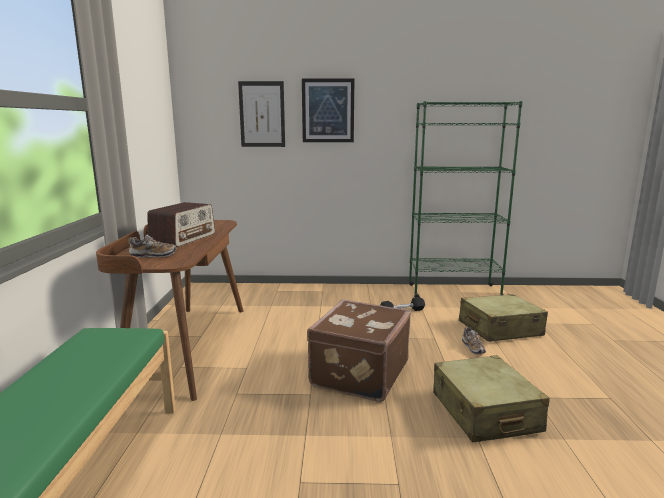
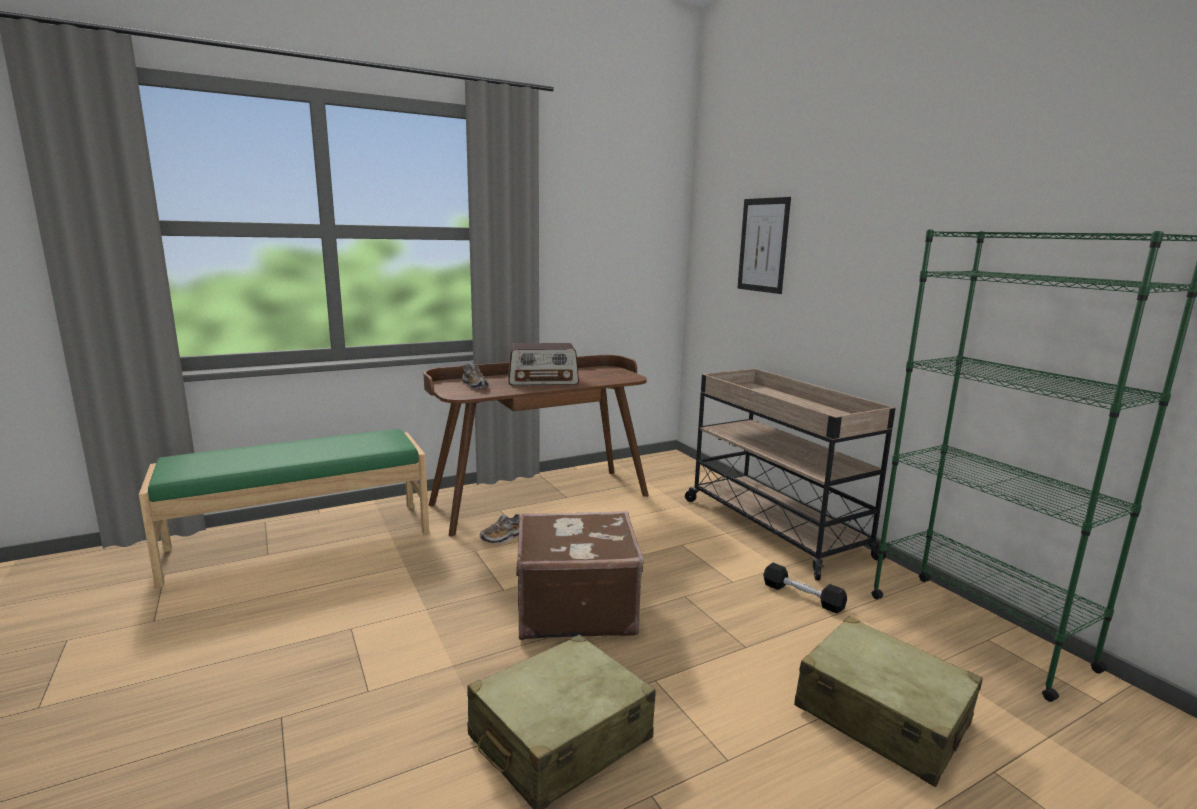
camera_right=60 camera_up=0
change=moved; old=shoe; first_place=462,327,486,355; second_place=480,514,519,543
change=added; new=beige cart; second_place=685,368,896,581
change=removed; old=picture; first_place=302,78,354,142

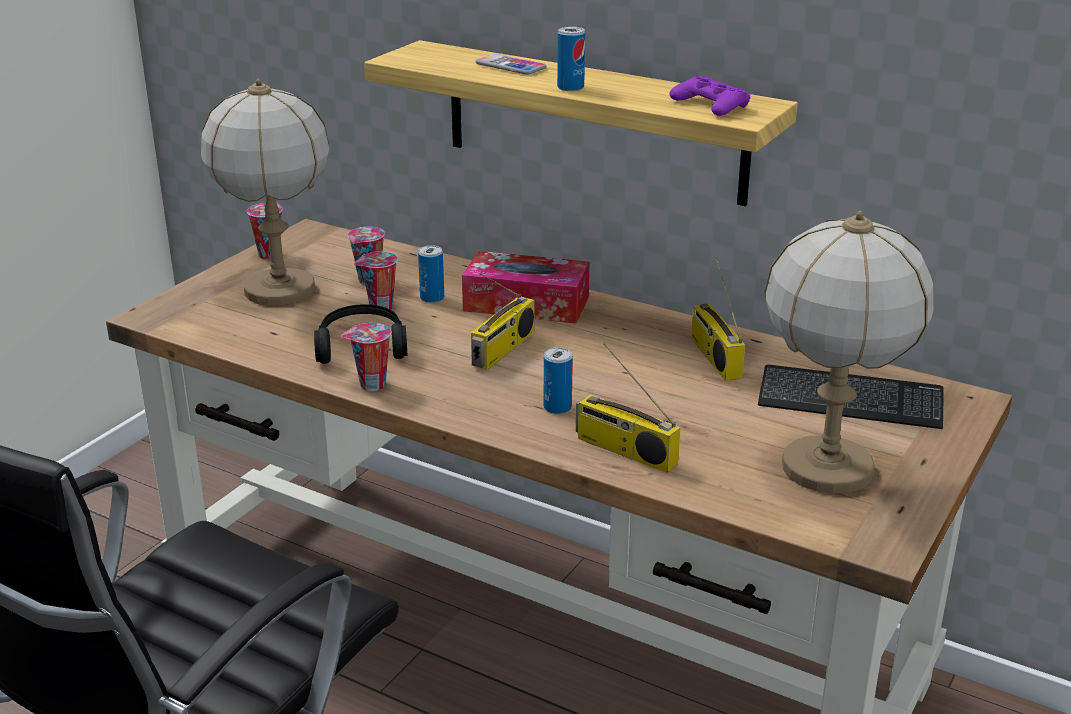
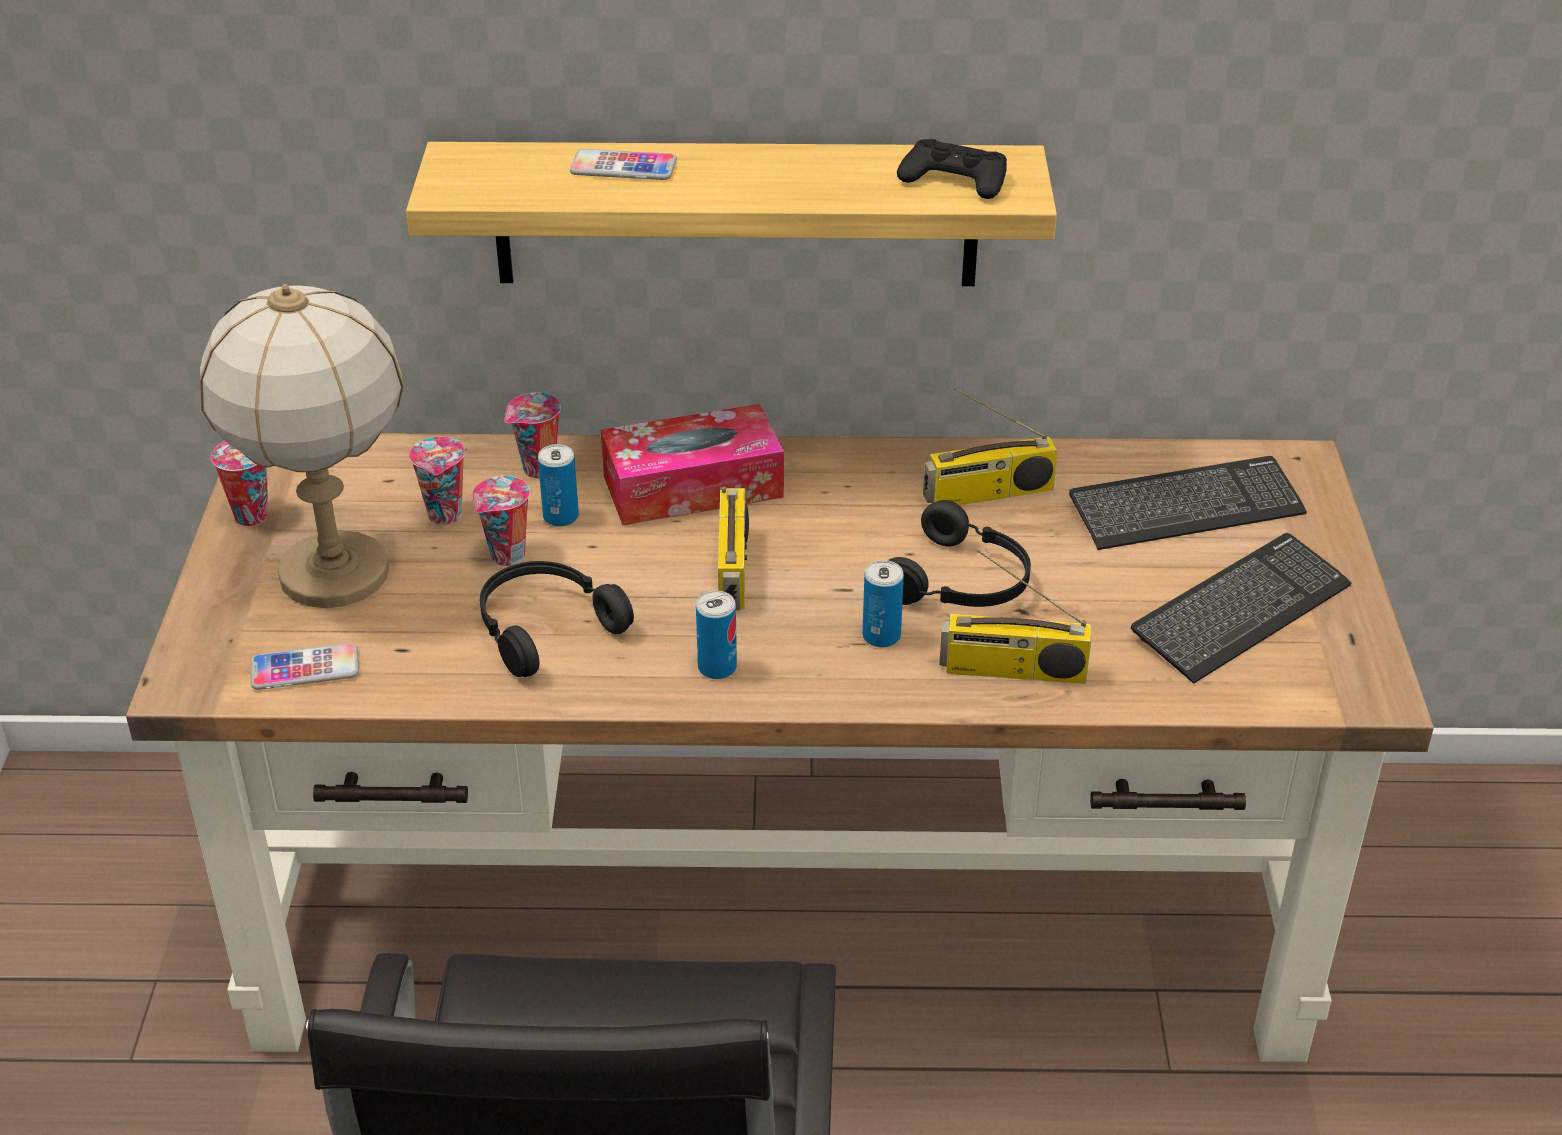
camera_right=-30 camera_up=10
change=added; new=phone; second_place=251,643,359,690
change=moved; old=cup; first_place=341,323,391,391; second_place=504,393,561,478
change=moved; old=can; first_place=557,26,585,91; second_place=696,591,737,679
change=added; new=black headphones; second_place=888,500,1031,607
change=recoloured; old=purple game controller; new=black game controller; first_place=670,76,750,116; second_place=897,139,1007,199
change=turned; old=radio; first_place=691,257,745,381; second_place=923,388,1058,505; degrees=-60
change=replaced; old=table lamp; new=keyboard; first_place=764,211,933,494; second_place=1131,533,1352,684

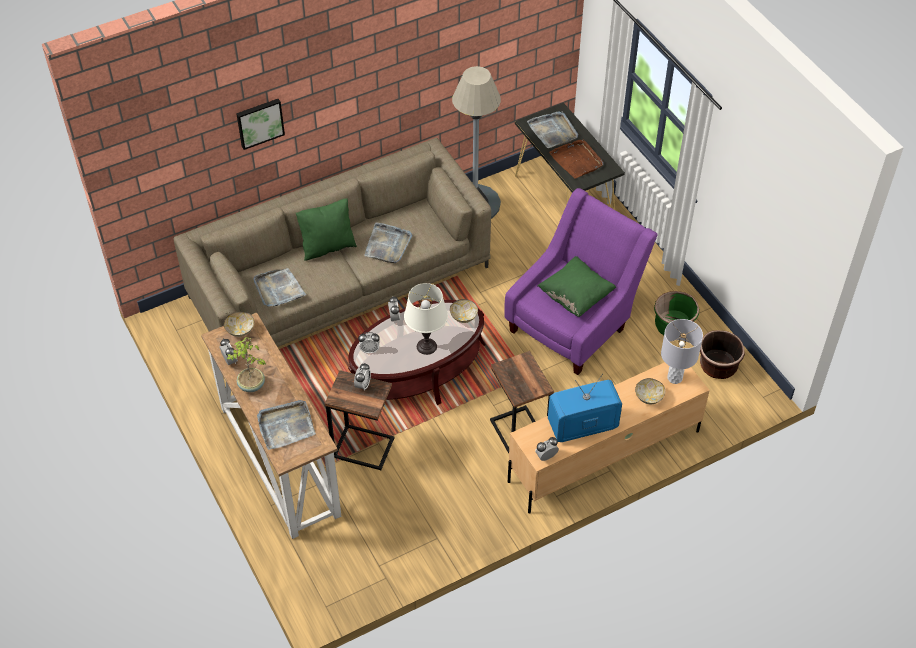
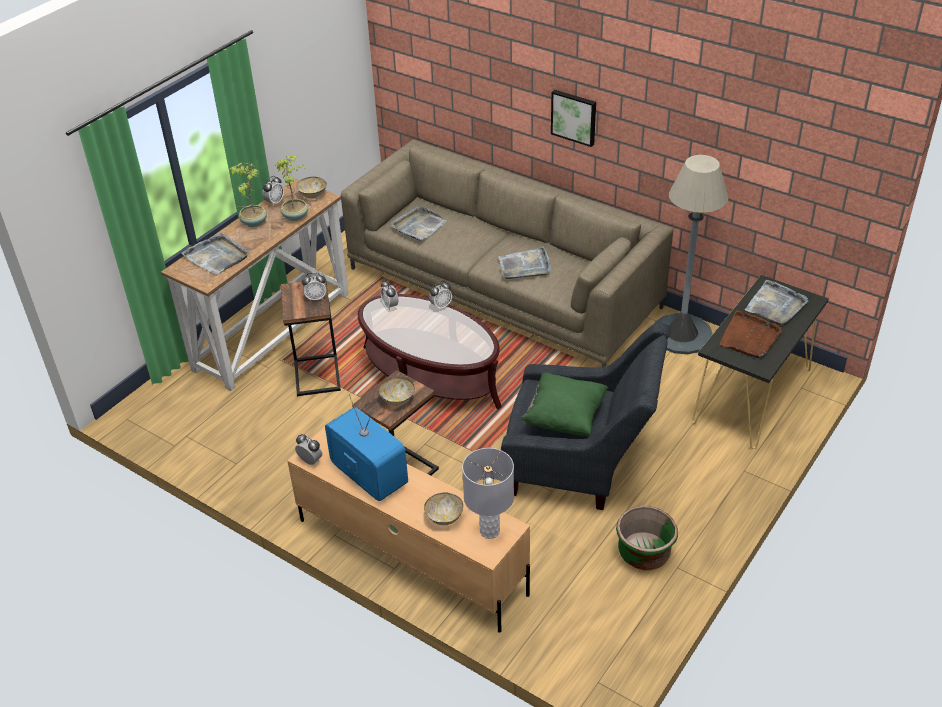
camera_right=65 camera_up=-10
change=added; new=potted plant; second_place=275,155,308,221
change=moved; old=bowl; first_place=450,299,478,323; second_place=379,377,415,406
change=recoloured; old=purple armchair; new=grey armchair; first_place=504,188,658,375; second_place=501,323,670,510
change=moved; old=picture; first_place=236,99,285,150; second_place=551,90,596,147
change=removed; old=green pillow; first_place=296,199,357,261
change=removed; old=white table lamp; first_place=404,283,448,355
change=removed; old=brown planter; first_place=700,330,745,379

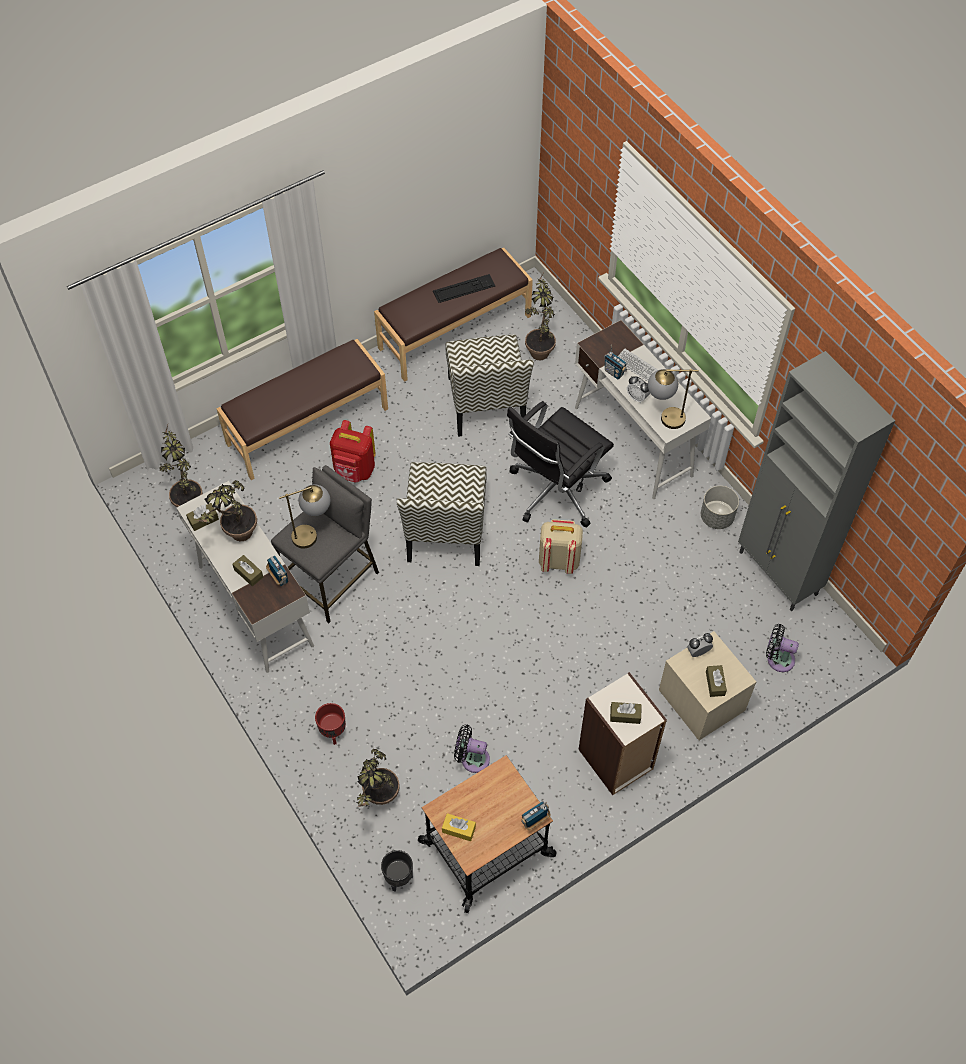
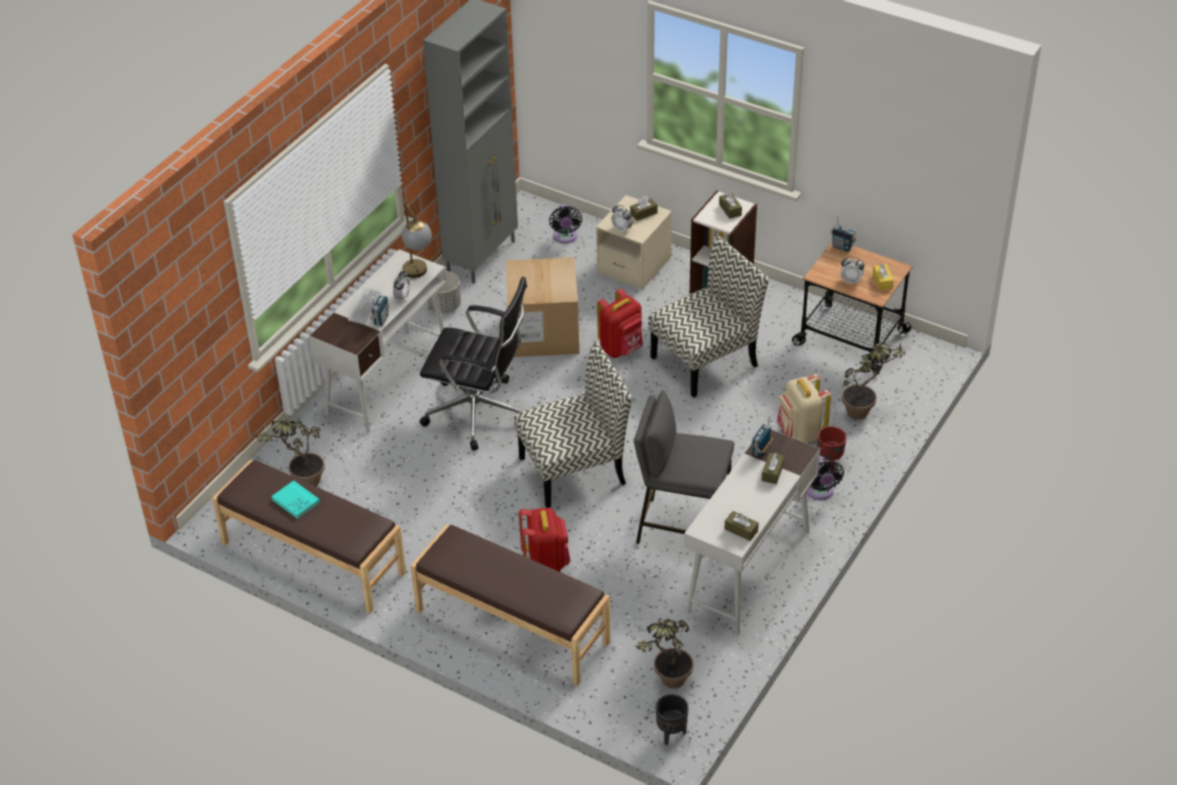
camera_right=-115 camera_up=-15
change=replaced; old=keyboard; new=turquoise book; first_place=433,274,495,303; second_place=271,481,320,519
change=added; new=cardboard box; second_place=506,257,579,357
change=added; new=red backpack; second_place=597,289,643,358
change=moved; old=chair; first_place=445,334,534,437; second_place=648,236,769,398
change=moved; old=black planter; first_place=381,850,413,891; second_place=656,694,689,745
change=moved; old=beige backpack; first_place=539,519,583,574; second_place=777,374,831,443
change=moved; old=black fan; first_place=454,725,490,773; second_place=806,456,844,500
change=added; new=alarm clock; second_place=840,256,864,284
change=removed; old=potted plant; first_place=196,480,257,541
change=removed; old=table lamp; first_place=279,484,330,548

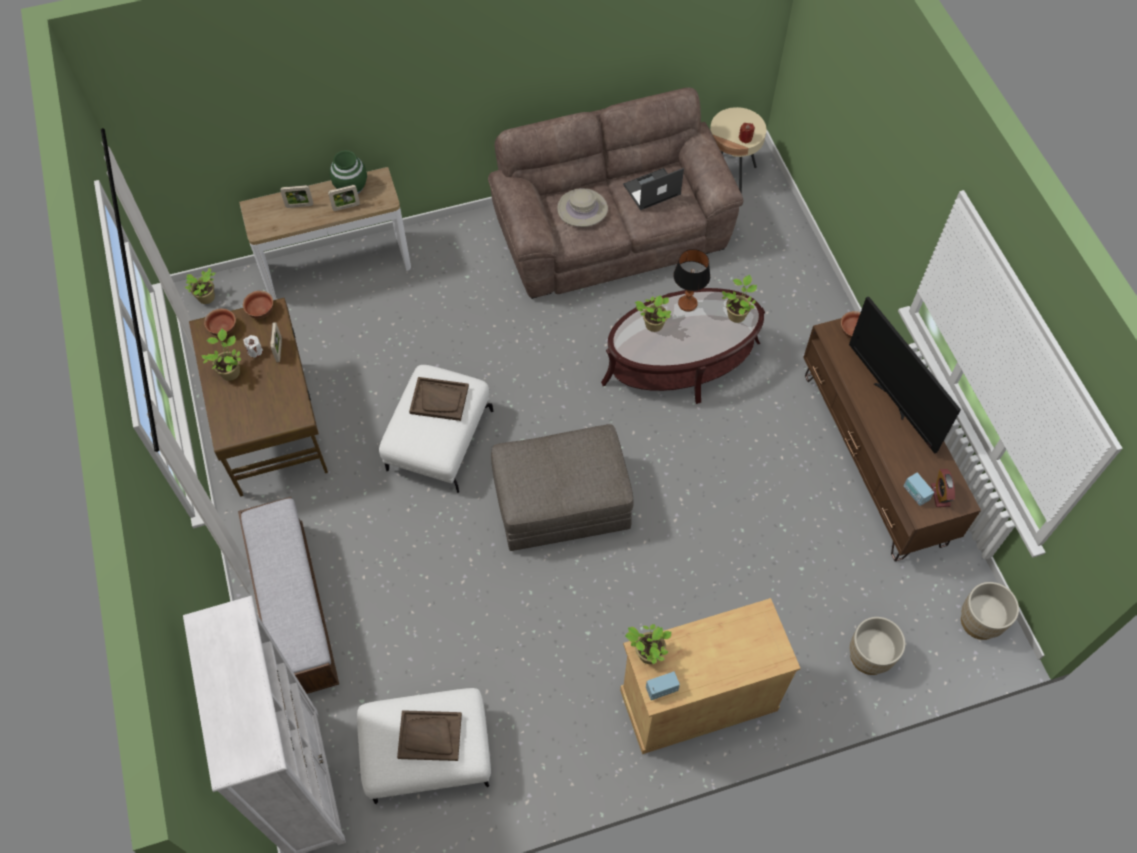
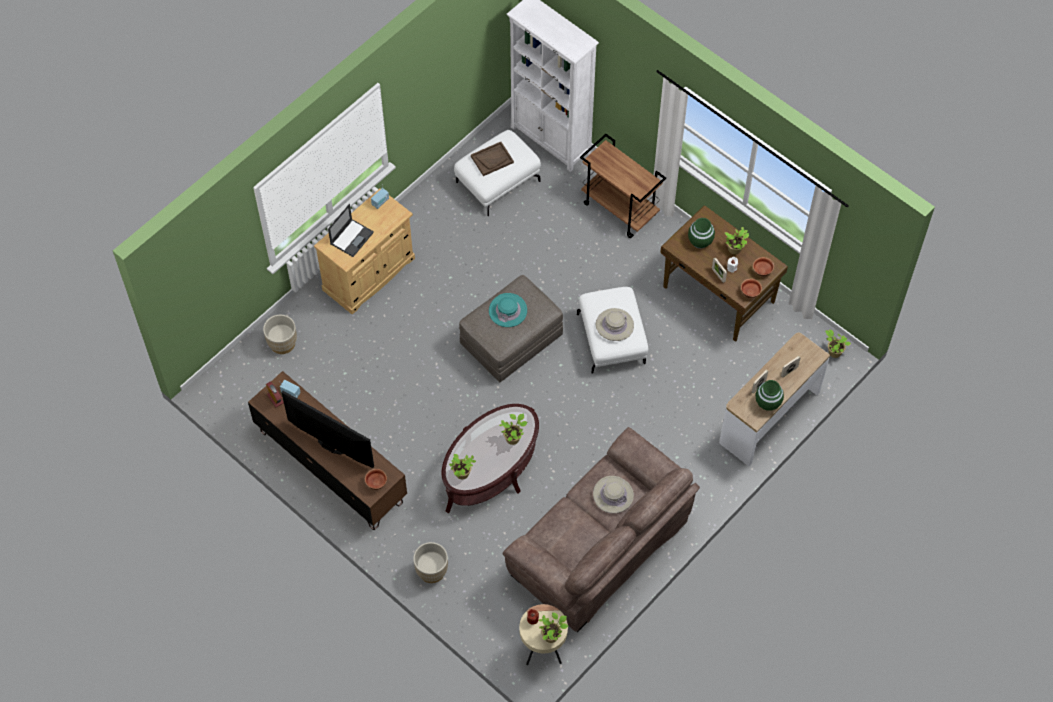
camera_right=150 camera_up=0
change=moved; old=laptop; first_place=623,168,684,210; second_place=328,204,374,257
change=moved; old=beige planter; first_place=961,582,1019,640; second_place=413,542,448,583
change=added; new=turquoise hat; second_place=489,293,527,327
change=moved; old=potted plant; first_place=625,624,672,664; second_place=538,612,568,643
change=replaced; old=bench; new=brown cart; first_place=238,497,339,694; second_place=580,134,666,238
change=replaced; old=brown tray; new=beige hat; first_place=409,377,469,421; second_place=596,308,634,341
change=added; new=green vase; second_place=688,218,715,248
change=removed; old=table lamp; first_place=673,249,710,312

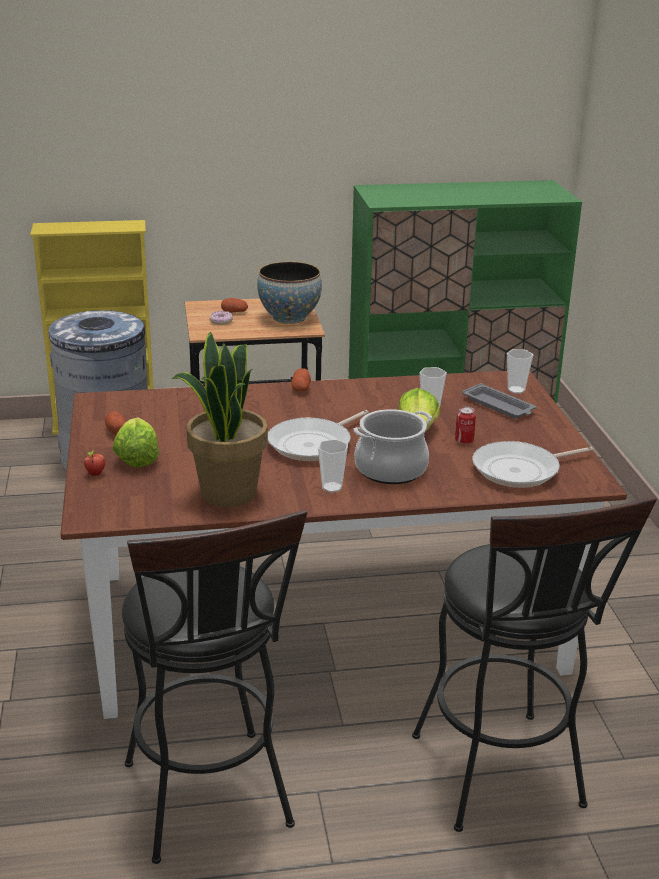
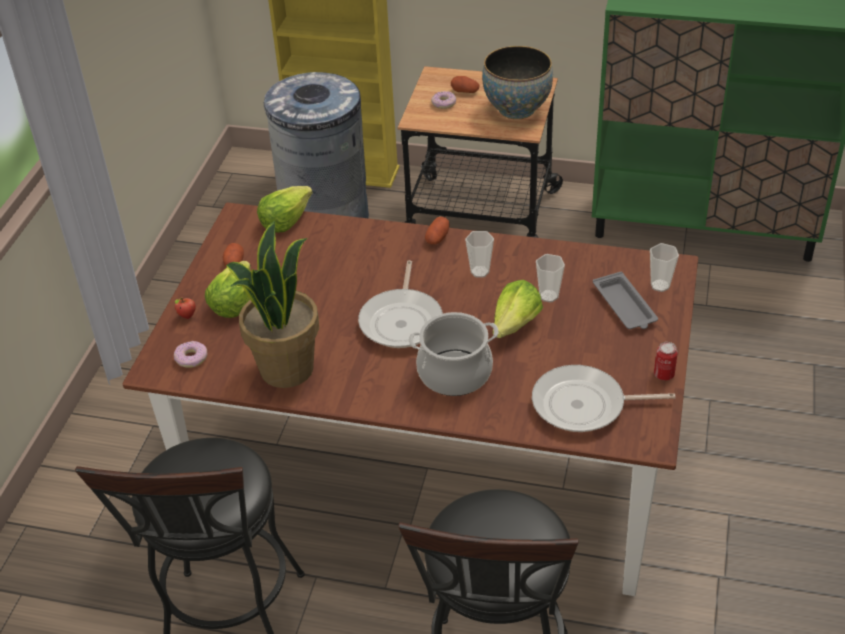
camera_right=25 camera_up=15
change=added; new=donut; second_place=174,341,207,368
change=added; new=lettuce; second_place=257,186,313,233
change=turned; old=frying pan; first_place=268,410,369,461; second_place=358,260,443,348; degrees=-60
change=moved; old=cup; first_place=318,439,348,493; second_place=465,231,494,278
change=moved; old=can; first_place=455,407,476,444; second_place=654,342,678,380

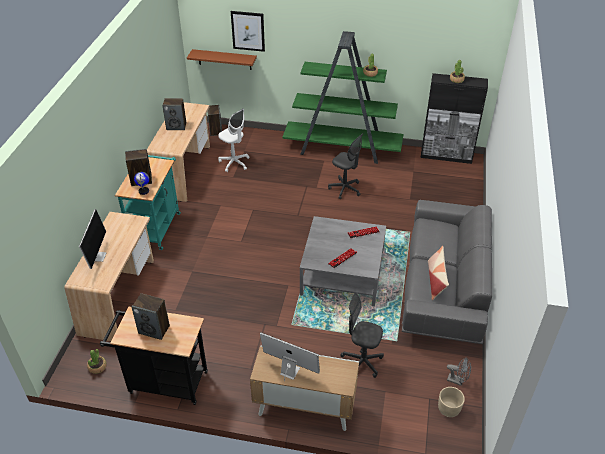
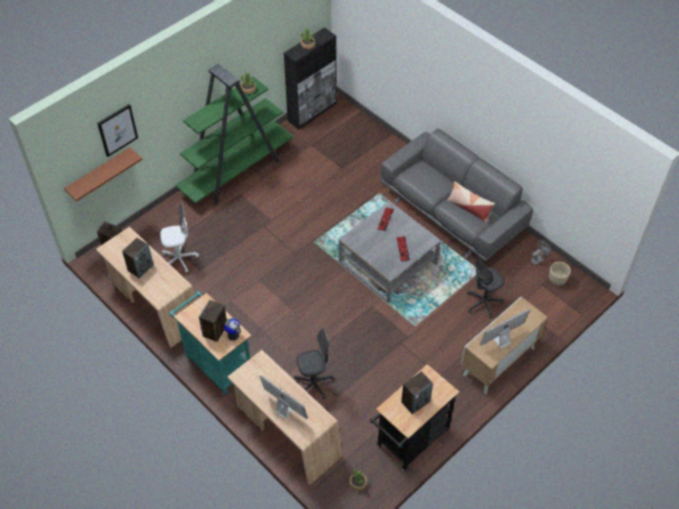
camera_right=-55 camera_up=10
change=moved; old=grey office chair; first_place=328,133,363,199; second_place=294,329,334,399

